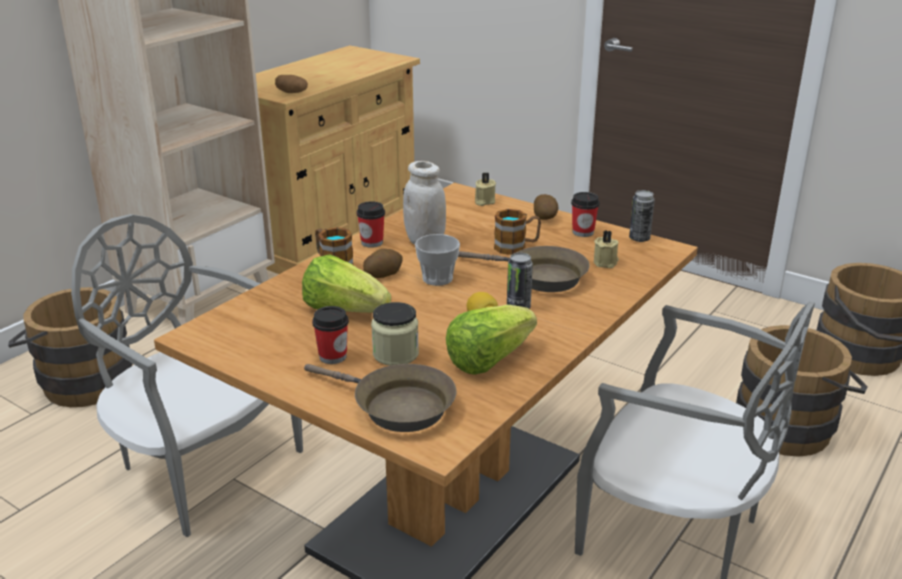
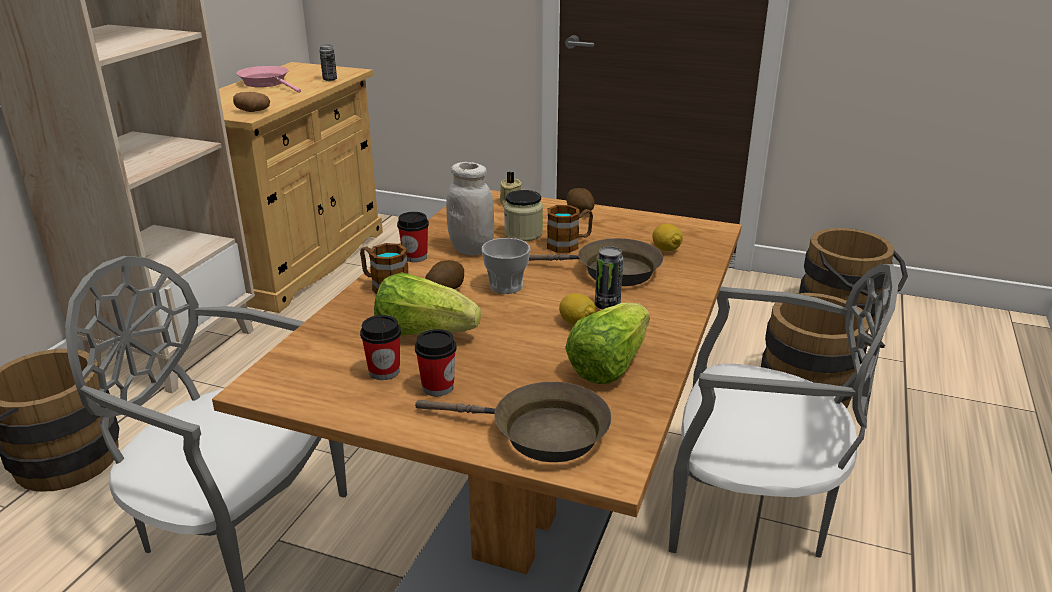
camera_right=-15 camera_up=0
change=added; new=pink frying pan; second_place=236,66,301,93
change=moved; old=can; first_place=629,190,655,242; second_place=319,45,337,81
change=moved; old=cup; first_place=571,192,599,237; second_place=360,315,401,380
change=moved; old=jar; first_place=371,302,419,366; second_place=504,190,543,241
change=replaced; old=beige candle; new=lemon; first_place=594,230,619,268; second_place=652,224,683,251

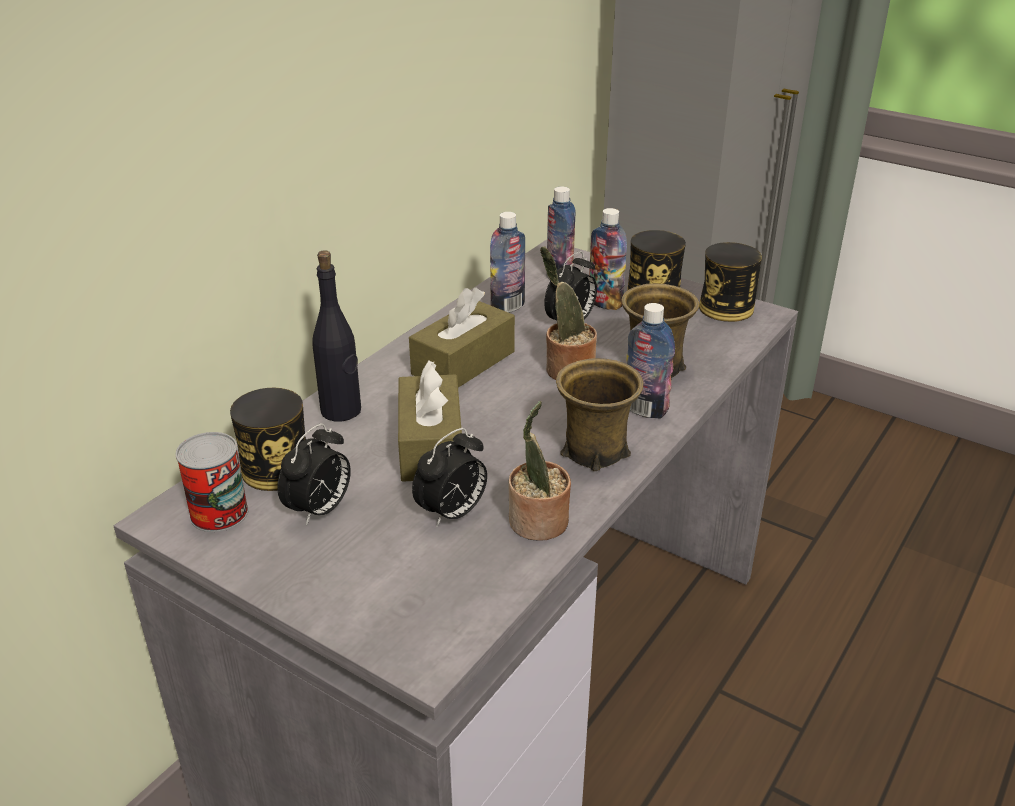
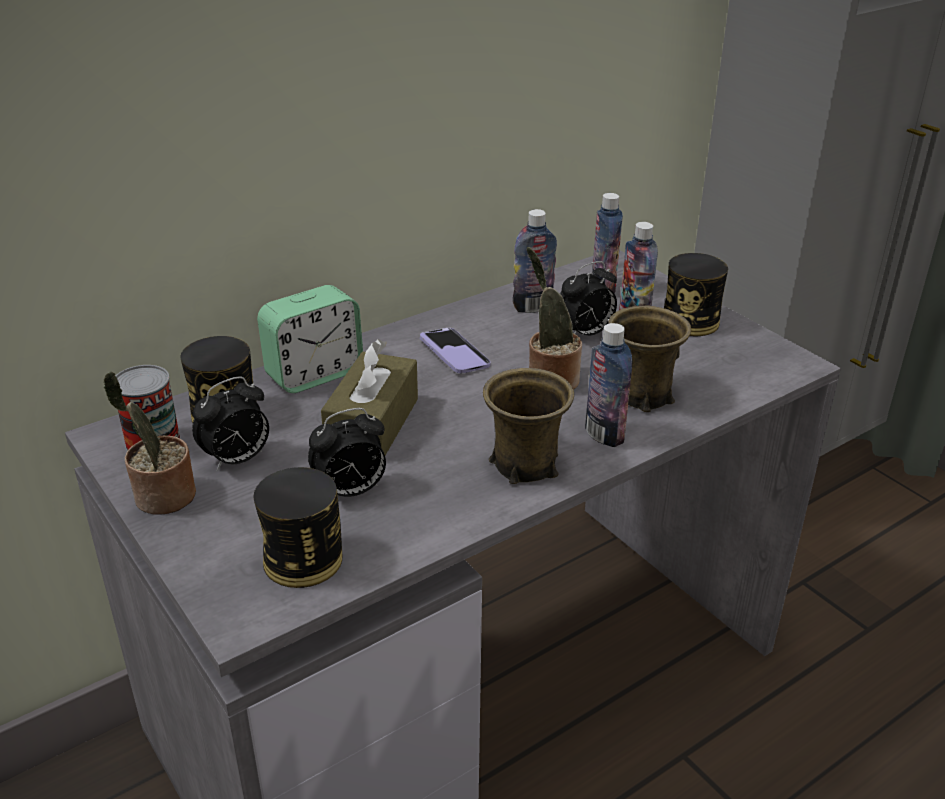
camera_right=20 camera_up=0
change=moved; old=potted plant; first_place=509,401,571,541; second_place=103,371,196,515
change=moved; old=can; first_place=699,242,762,322; second_place=253,467,342,588
change=replaced; old=black bottle; new=alarm clock; first_place=312,250,361,422; second_place=257,285,363,393
change=replaced; old=brown tissue box; new=phone; first_place=409,287,515,388; second_place=420,328,491,373

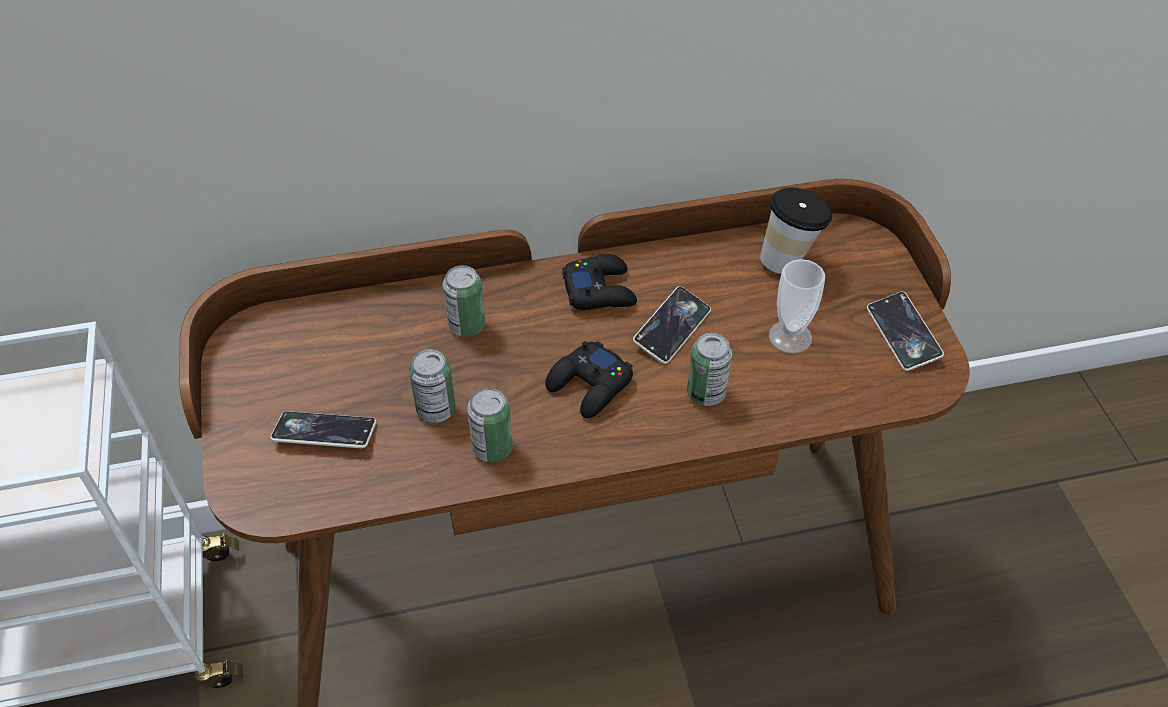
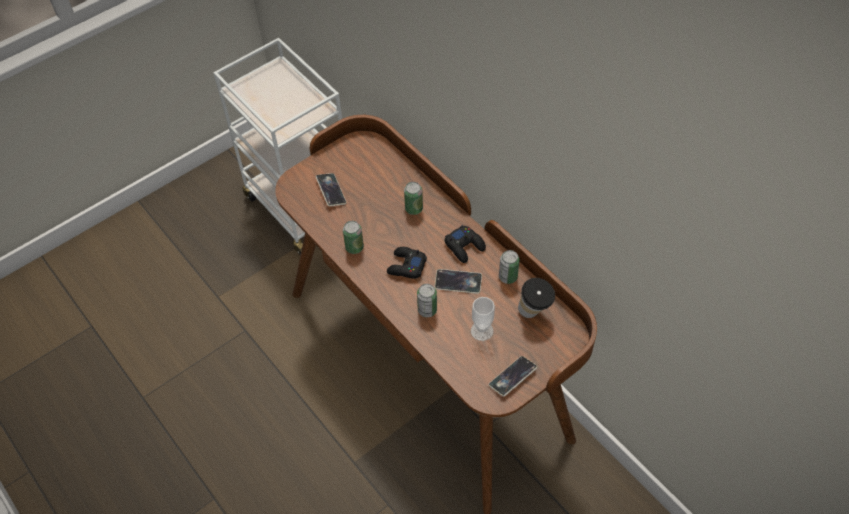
camera_right=65 camera_up=5
change=moved; old=can; first_place=409,349,456,423; second_place=499,250,520,284

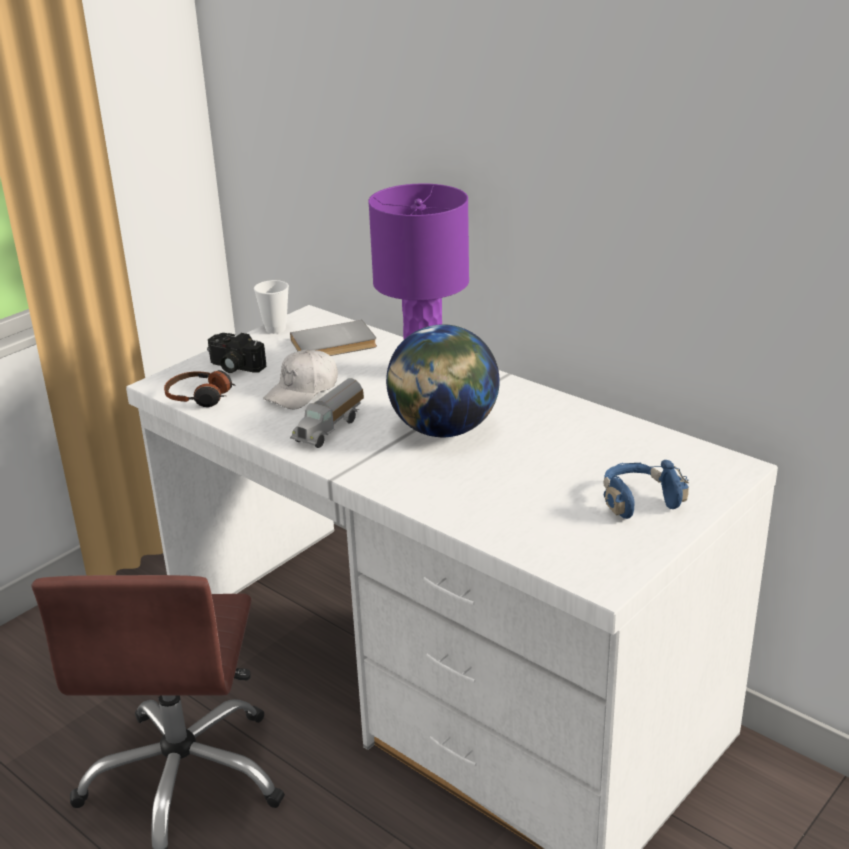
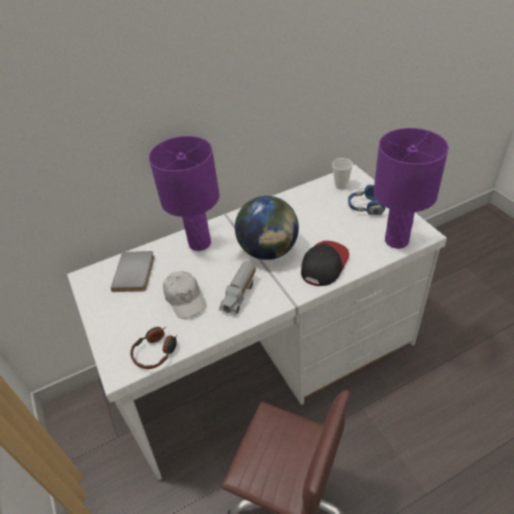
camera_right=-65 camera_up=15
change=turned; old=toy truck; first_place=290,378,364,448; second_place=219,261,256,315; degrees=60
change=added; new=cap; second_place=301,241,349,286
change=moved; old=cup; first_place=254,280,289,334; second_place=332,158,353,190
change=added; new=purple table lamp; second_place=374,128,449,249
change=removed; old=photo camera; first_place=207,333,266,373

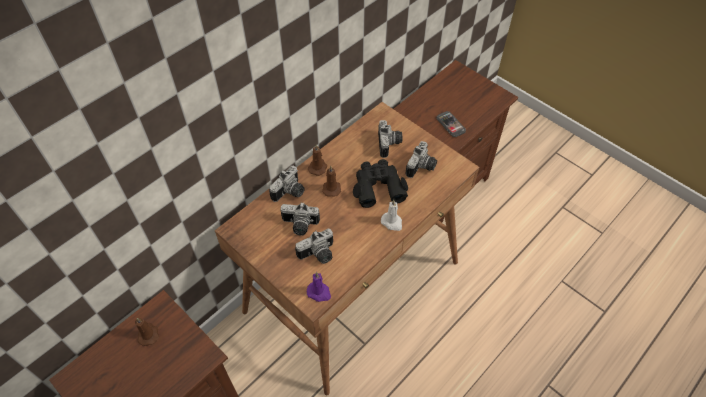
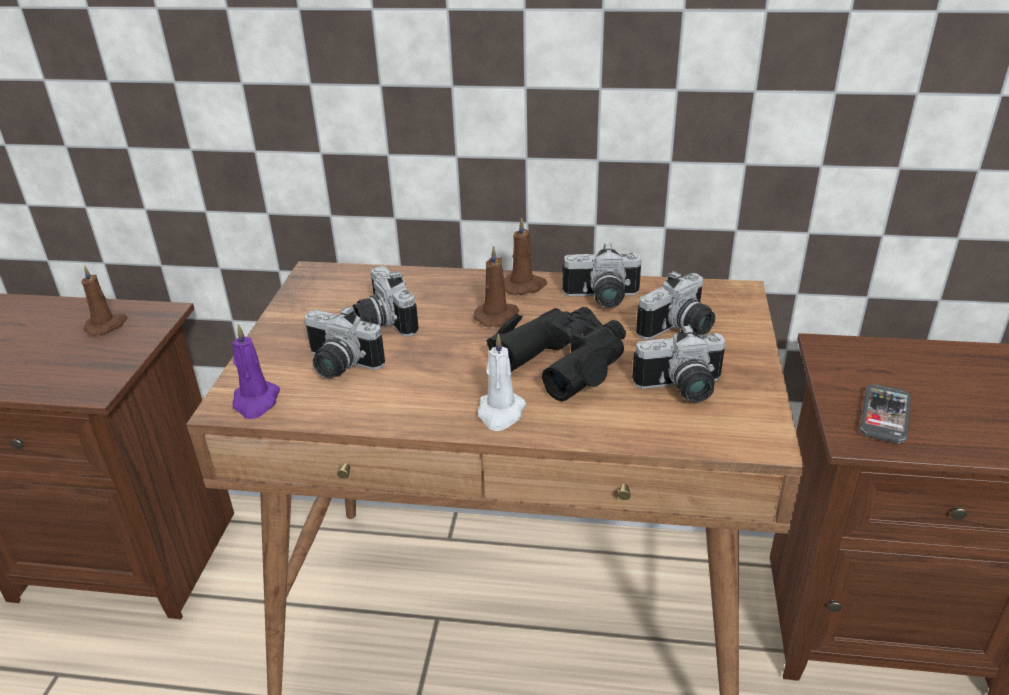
camera_right=55 camera_up=-20
change=moved; old=photo camera; first_place=269,166,305,202; second_place=563,243,641,308

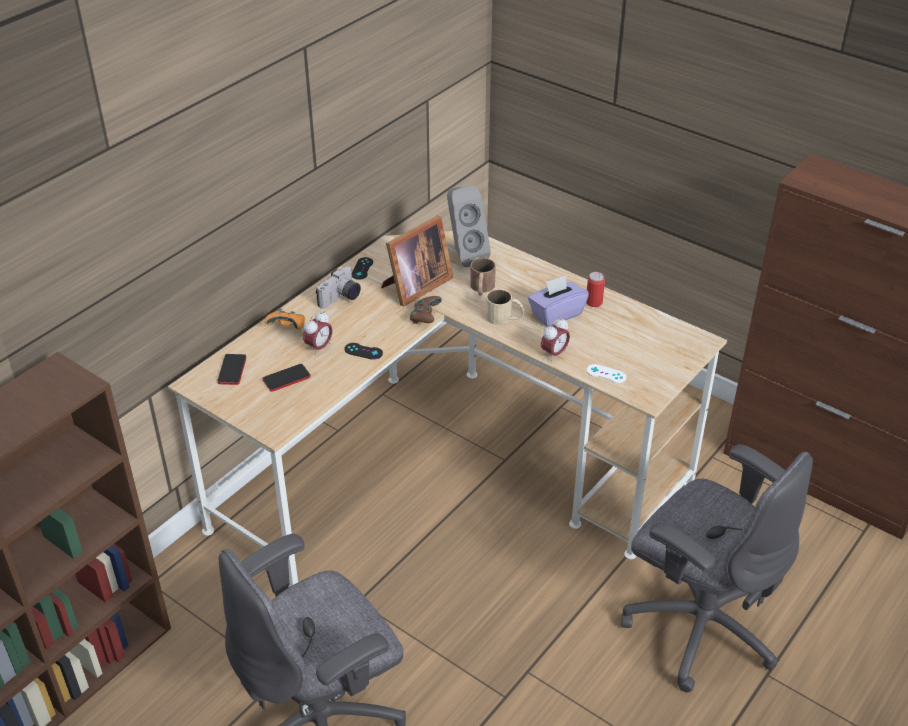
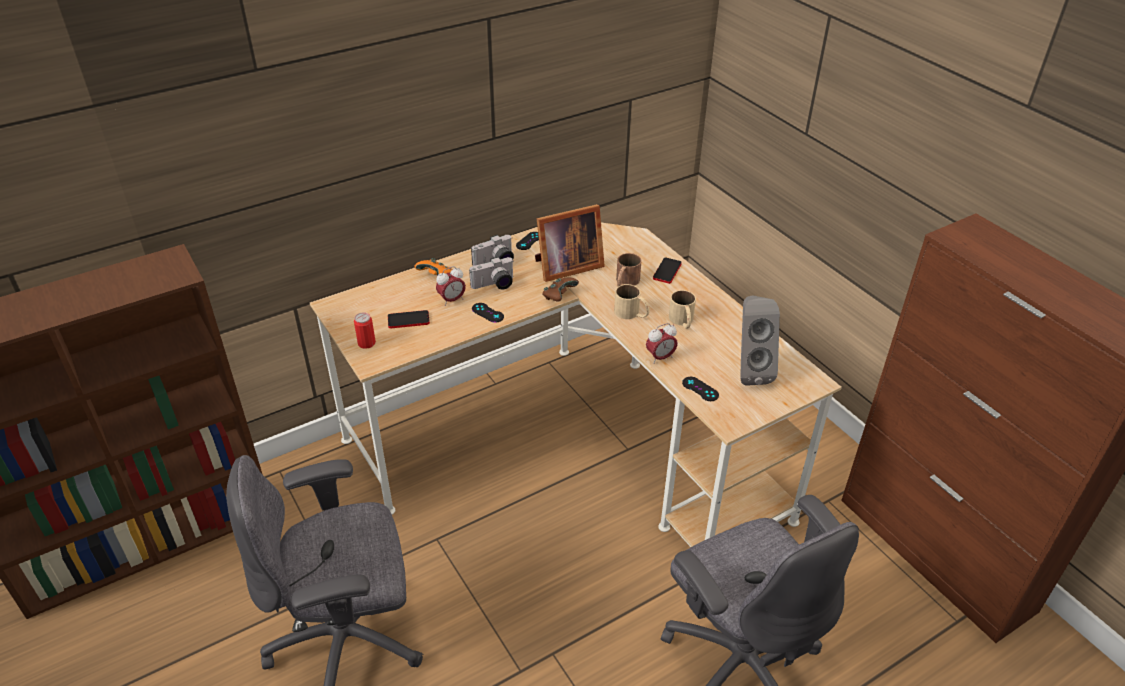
camera_right=20 camera_up=0
change=moved; old=can; first_place=586,272,605,307; second_place=354,312,376,349
change=added; new=photo camera; second_place=469,257,514,290
change=moved; old=phone; first_place=217,354,246,385; second_place=653,257,682,284
change=replaced; old=purple tissue box; new=beige mug; first_place=528,275,589,327; second_place=669,290,696,329
change=recoloured; old=white game controller; new=black game controller; first_place=587,364,626,383; second_place=682,377,719,401
change=moved; old=grey speaker; first_place=447,186,491,267; second_place=741,295,780,386

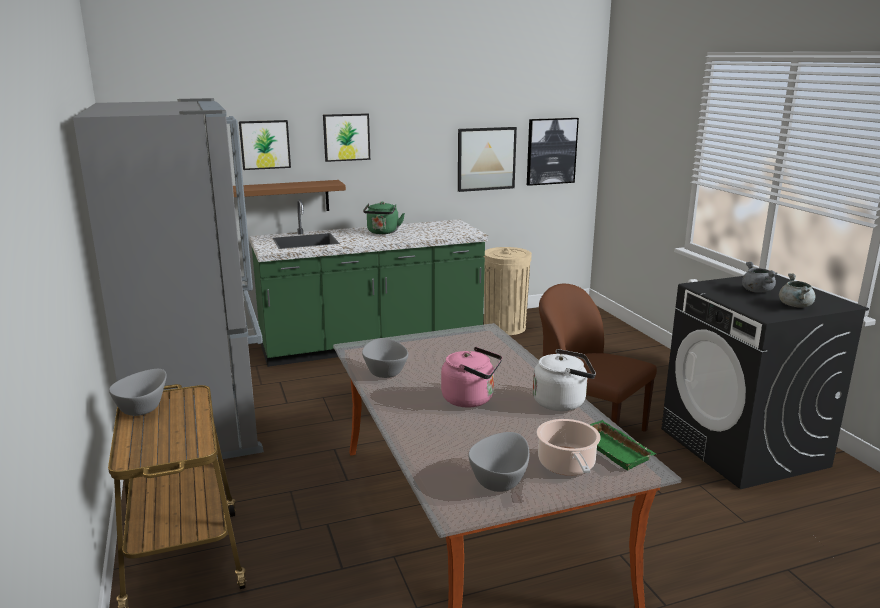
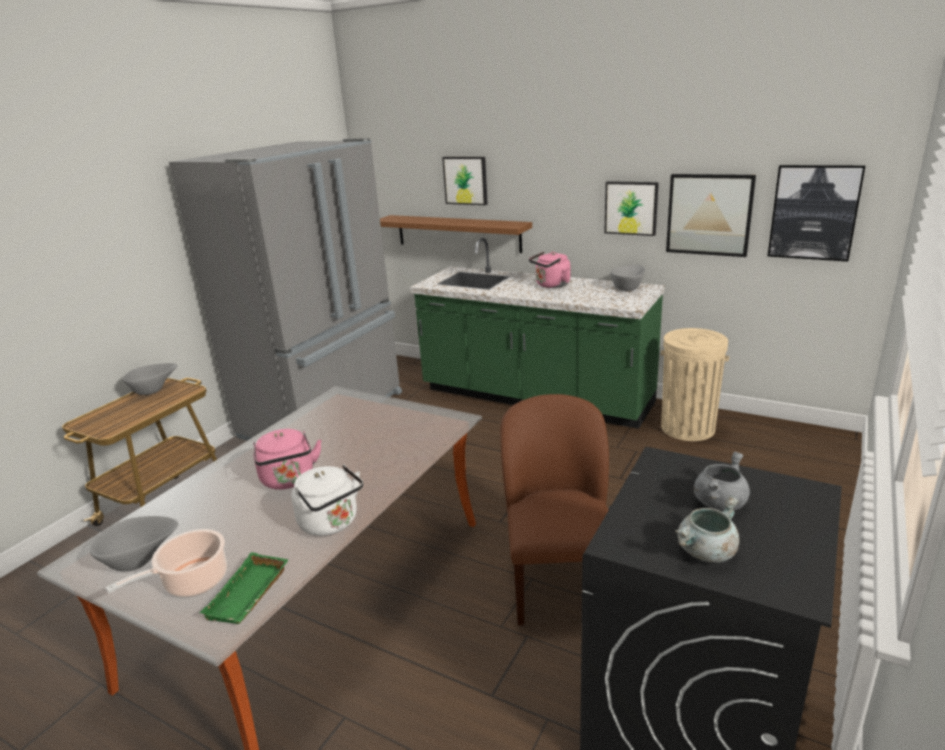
camera_right=50 camera_up=5
change=recoloured; old=green kettle; new=pink kettle; first_place=363,201,405,234; second_place=529,251,570,288
change=moved; old=picture; first_place=323,113,370,162; second_place=604,181,659,236
change=moved; old=grey bowl; first_place=362,338,408,378; second_place=610,265,645,291

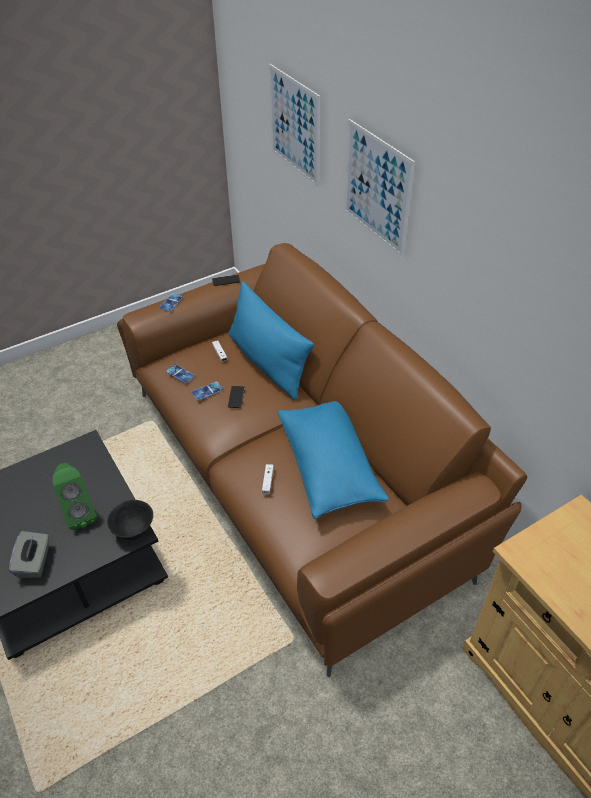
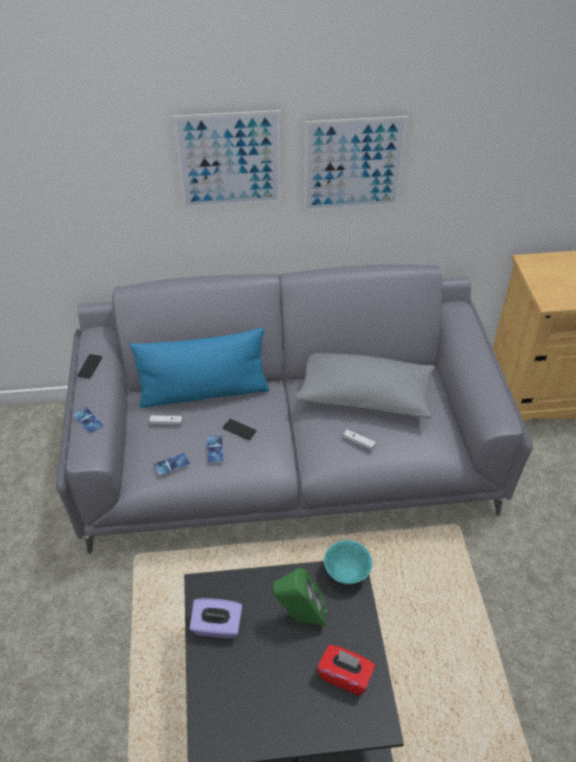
camera_right=-65 camera_up=0
change=recoloured; old=brown sofa; new=grey sofa; first_place=117,243,527,677; second_place=56,264,533,554
change=added; new=purple tissue box; second_place=190,598,243,639
change=recoloured; old=blue pillow; new=grey pillow; first_place=278,401,389,519; second_place=295,353,435,419
change=moved; old=picture; first_place=269,64,320,187; second_place=303,116,409,212
change=recoloured; old=grey tissue box; new=red tissue box; first_place=9,531,49,578; second_place=317,644,375,696
change=recoloured; old=black bowl; new=turquoise bowl; first_place=107,500,153,540; second_place=324,540,372,584

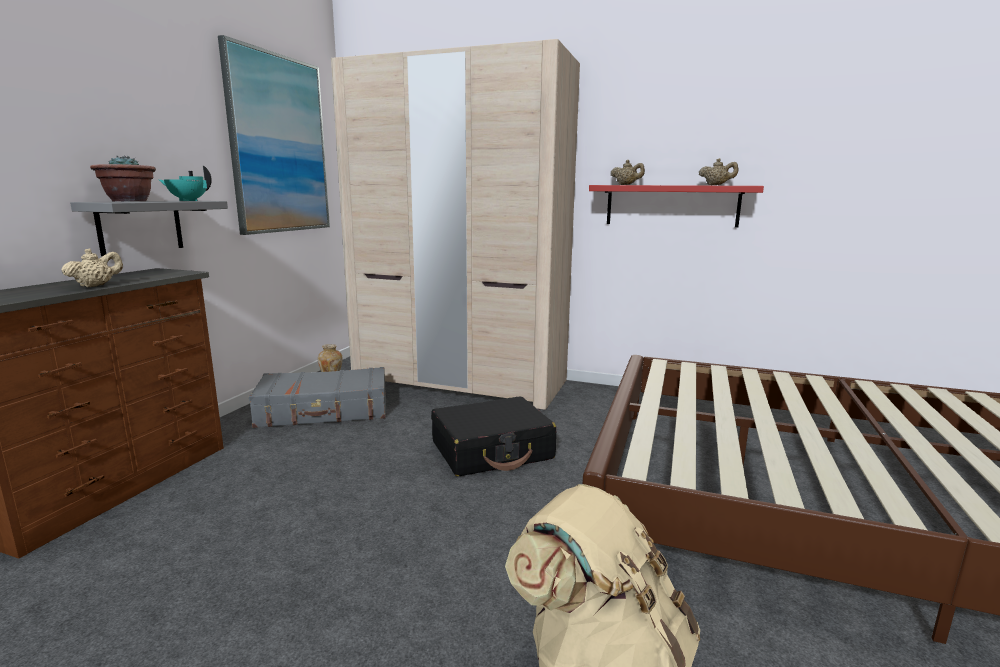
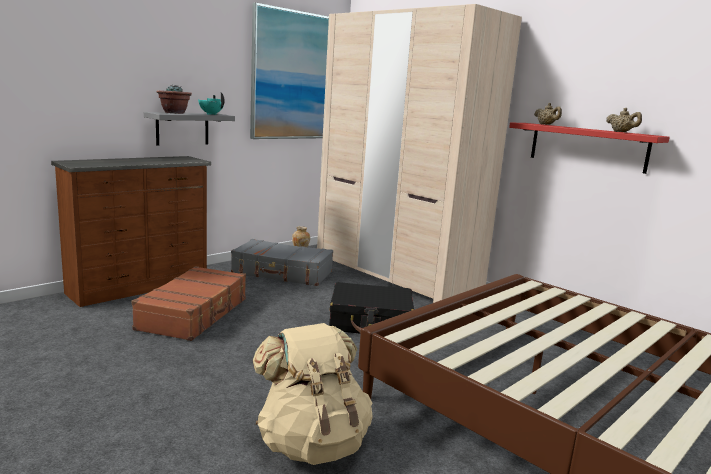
camera_right=25 camera_up=0
change=added; new=brown suitcase; second_place=132,266,246,341
change=removed; old=beige teapot; first_place=62,248,123,287

